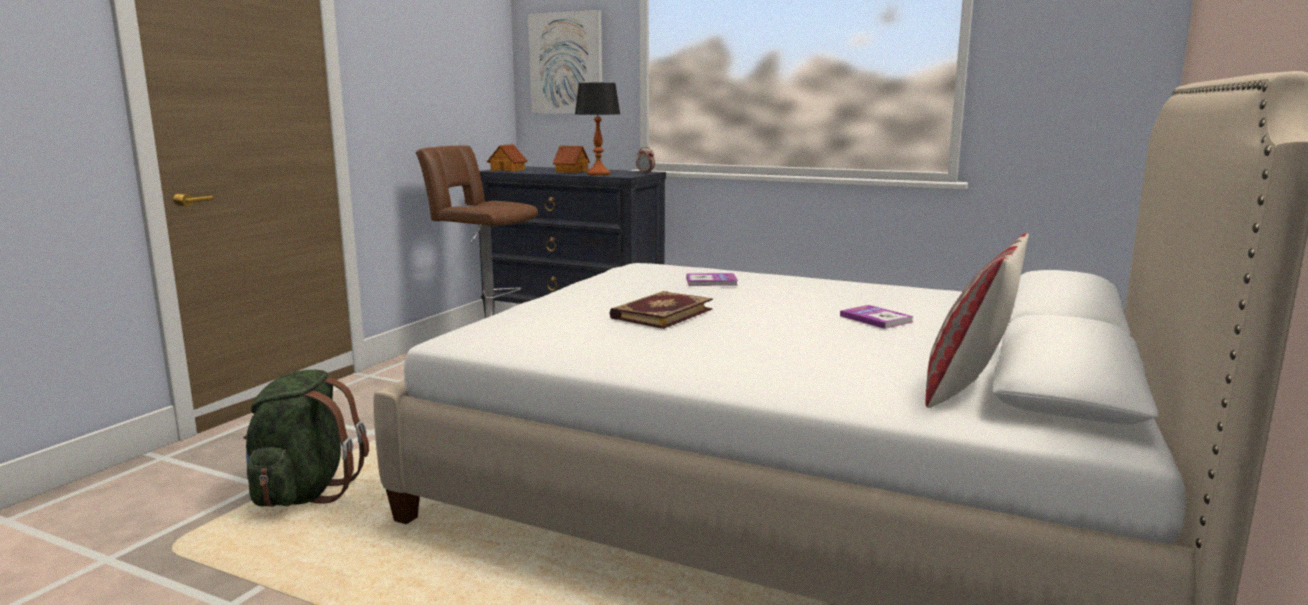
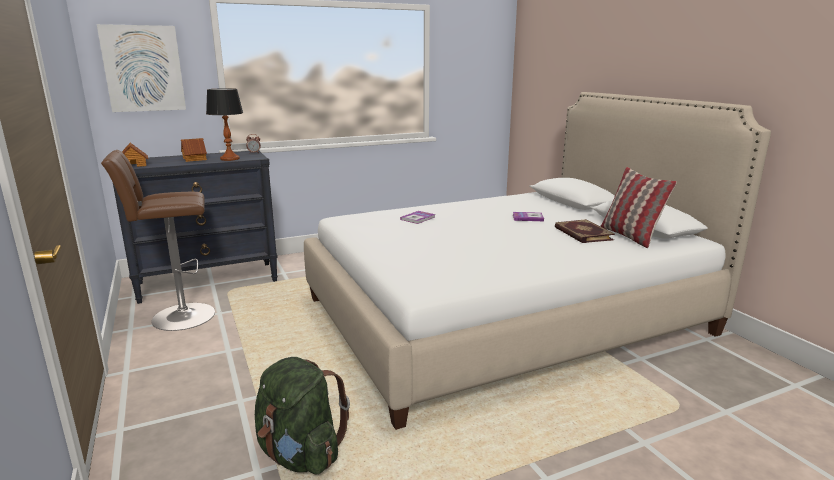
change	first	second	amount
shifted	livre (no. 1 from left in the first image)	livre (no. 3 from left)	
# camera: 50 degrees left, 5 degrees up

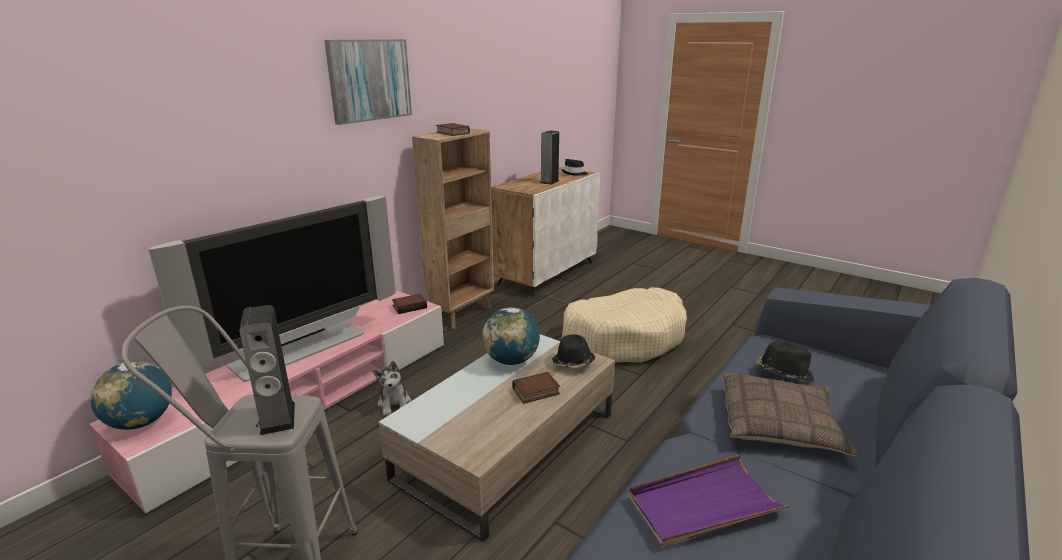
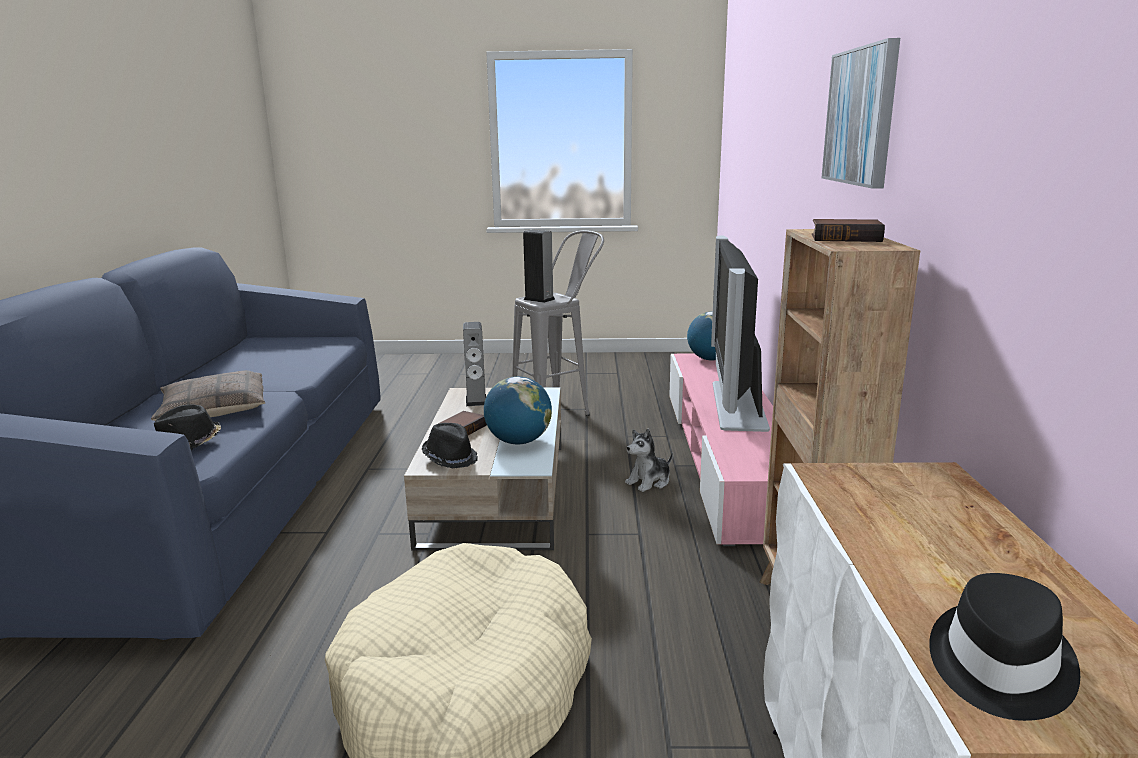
change	first	second	amount
shifted	enceinte (no. 2 from left in the first image)	enceinte (no. 1 from left)	
gone	livre (no. 1 from left)		
rotated	peluche		75 degrees counterclockwise
gone	plateau/violet		
# camera: 145 degrees right, 5 degrees down

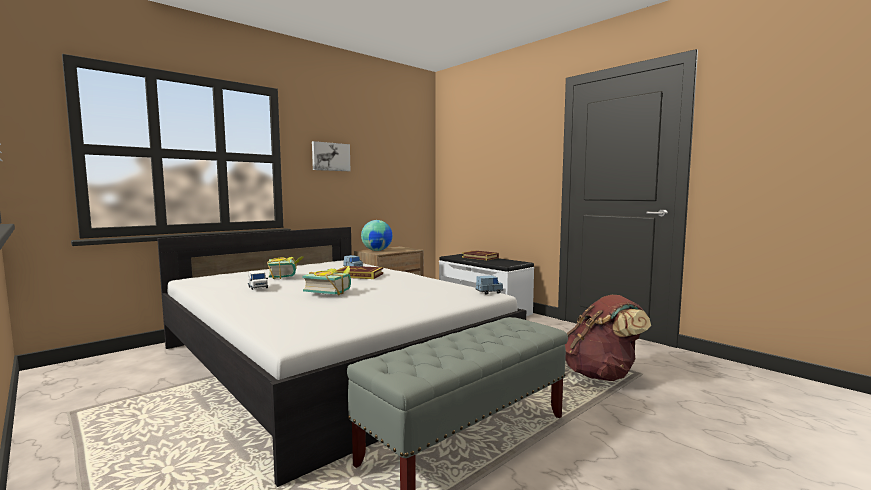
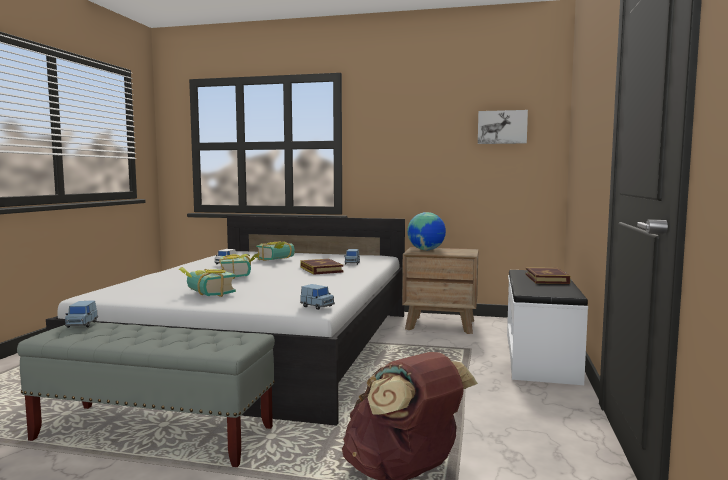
change	first	second	amount
shifted	tableau		
new		livre (no. 1 from left)	
new		petite voiture/bleu (no. 1 from left)	
# camera: 55 degrees right, 0 degrees up

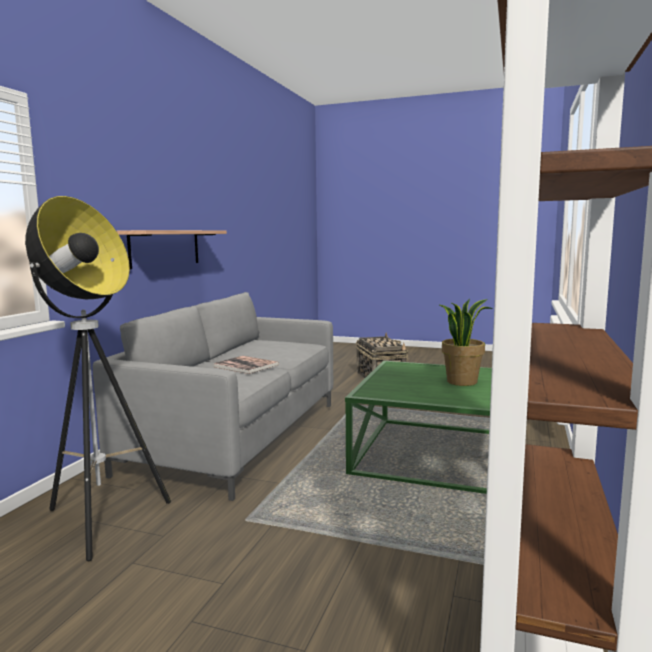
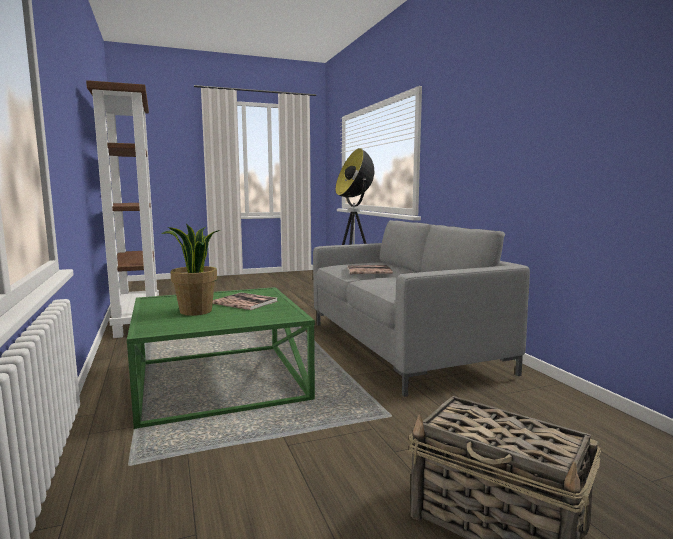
change	first	second	amount
gone	étagère		
new		livre (no. 1 from left)	
# camera: 140 degrees right, 0 degrees up

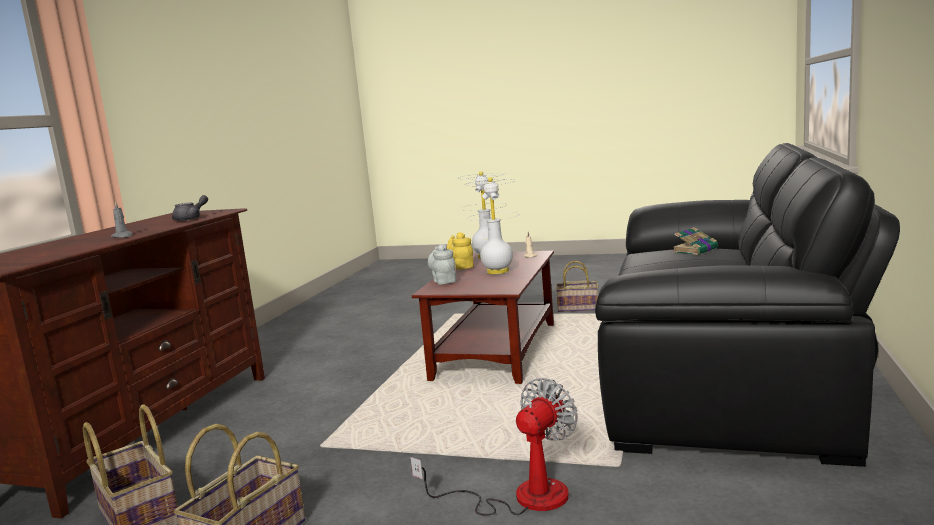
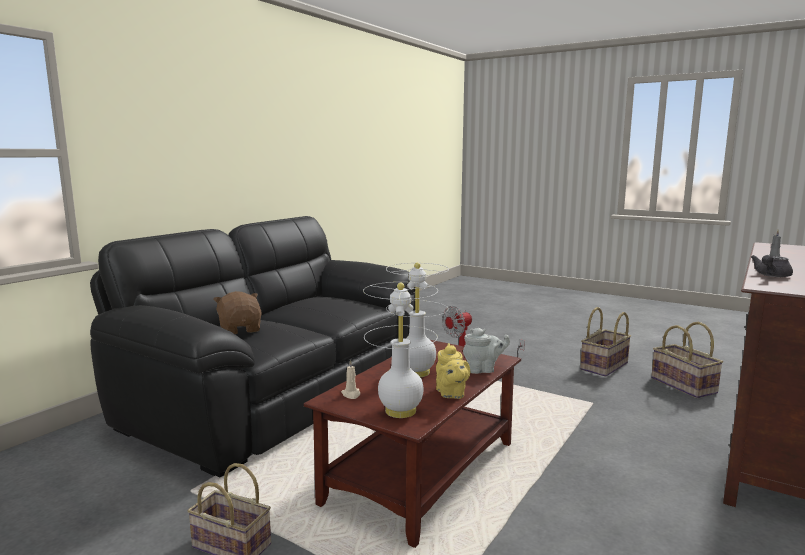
change	first	second	amount
swapped	livre	peluche/marron	
rotated	théière/gris (no. 2 from left in the first image)	théière/gris (no. 1 from left)	90 degrees counterclockwise
# camera: 165 degrees left, 0 degrees up

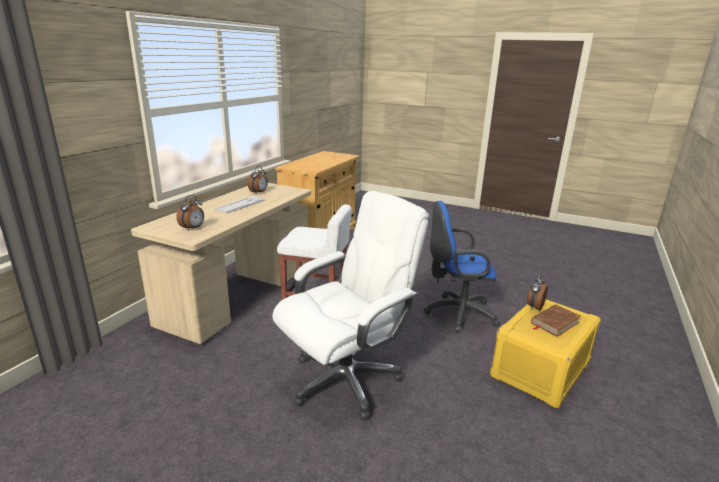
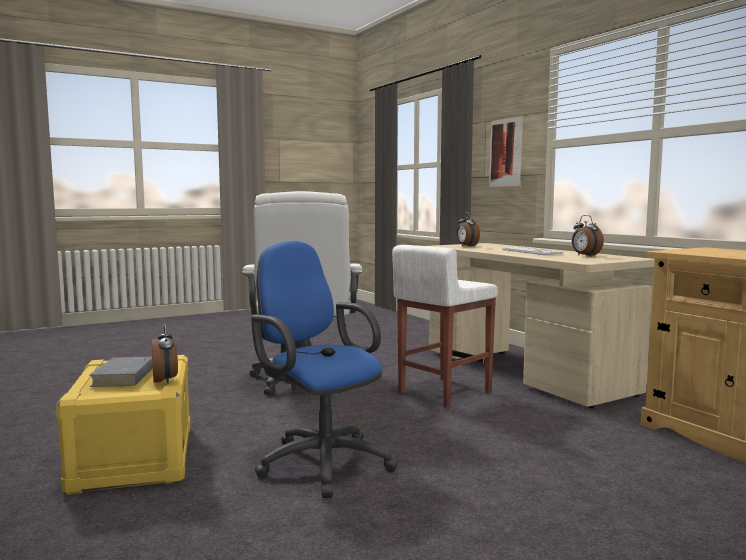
change	first	second	amount
rotated	chaise de bureau/bleu		75 degrees counterclockwise
repainted	livre/marron	livre/gris	
new		tableau	
# camera: 125 degrees right, 15 degrees down

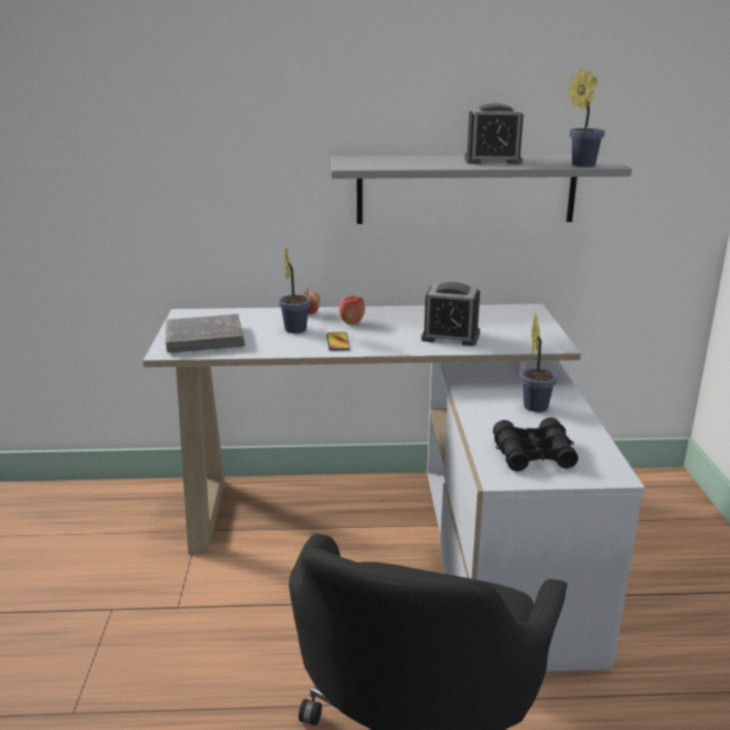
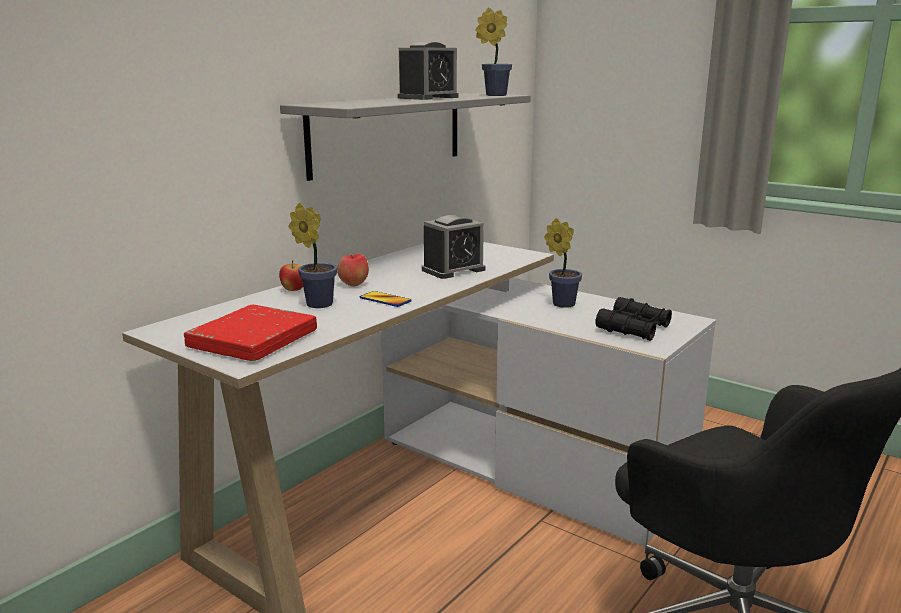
change	first	second	amount
repainted	livre/gris	livre/rouge	
# camera: 50 degrees left, 5 degrees down

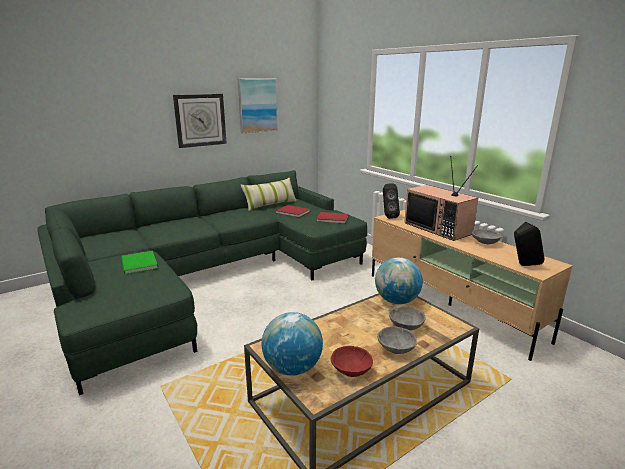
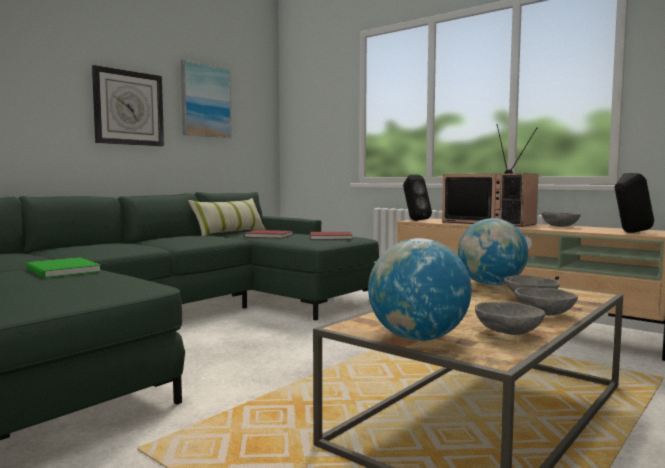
change	first	second	amount
repainted	bol/rouge	bol/gris (no. 1 from left)	
# camera: 15 degrees left, 15 degrees down

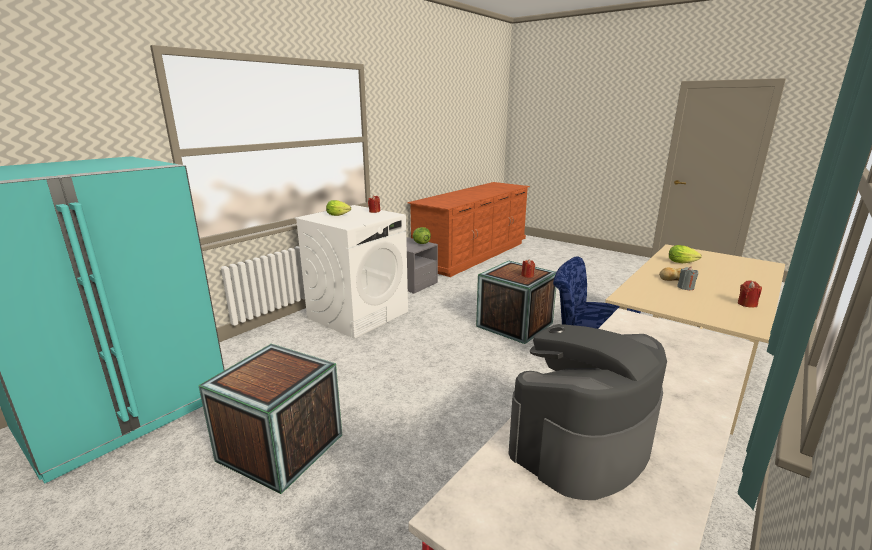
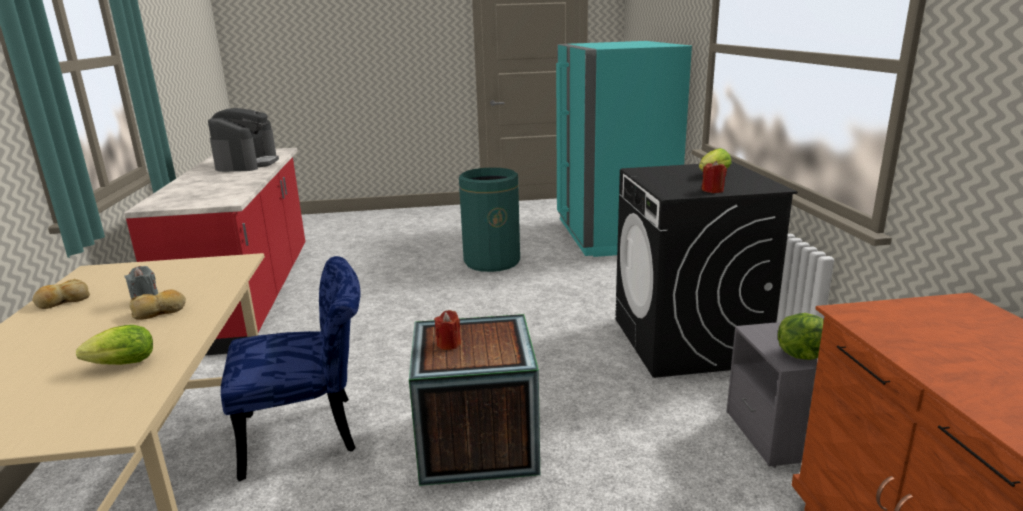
change	first	second	amount
repainted	lave-linge/blanc	lave-linge/noir	
swapped	bougie/rouge (no. 3 from left)	pain (no. 1 from left)	
swapped	caisse (no. 1 from left)	poubelle/vert	
# camera: 135 degrees right, 0 degrees up

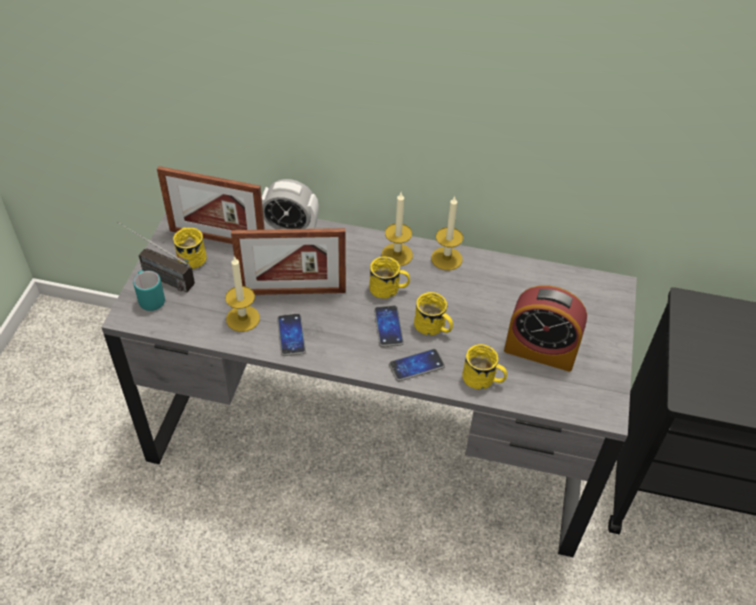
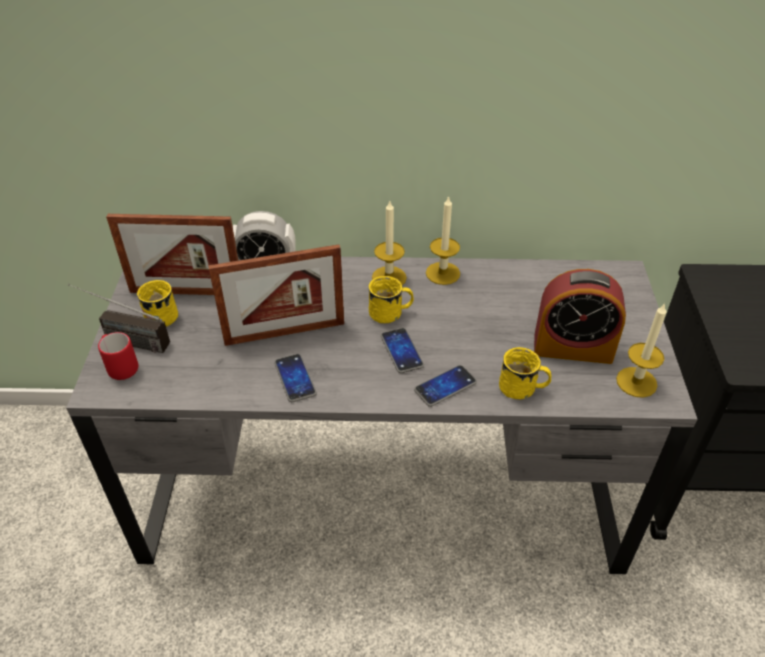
change	first	second	amount
shifted	bougie (no. 1 from left in the first image)	bougie (no. 3 from left)	
repainted	mug/turquoise	mug/rouge	
gone	mug/jaune (no. 3 from left)		
# camera: 10 degrees left, 5 degrees down

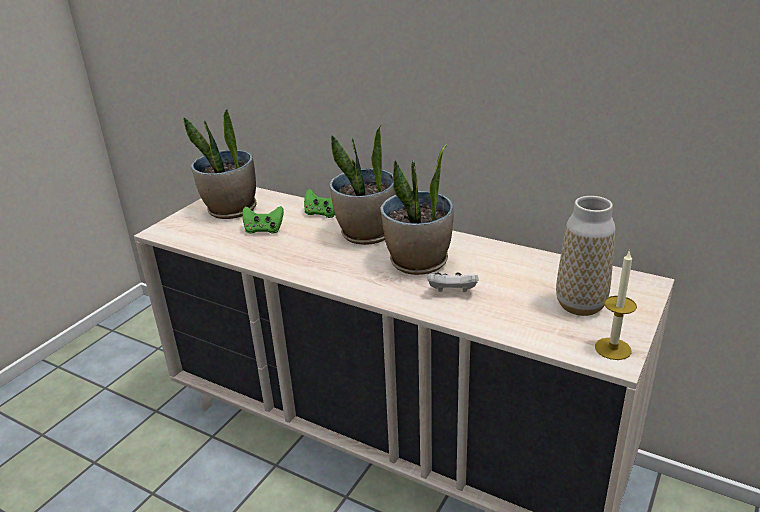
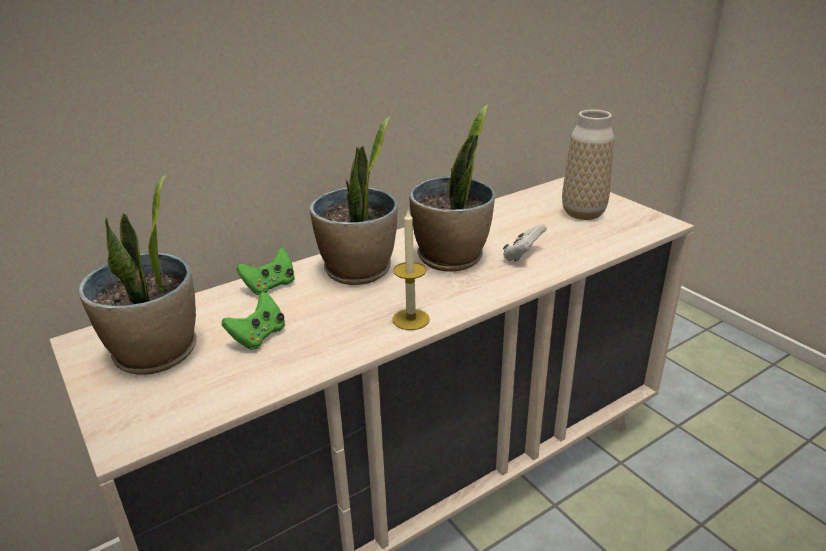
change	first	second	amount
shifted	bougie		
# camera: 65 degrees left, 0 degrees up

